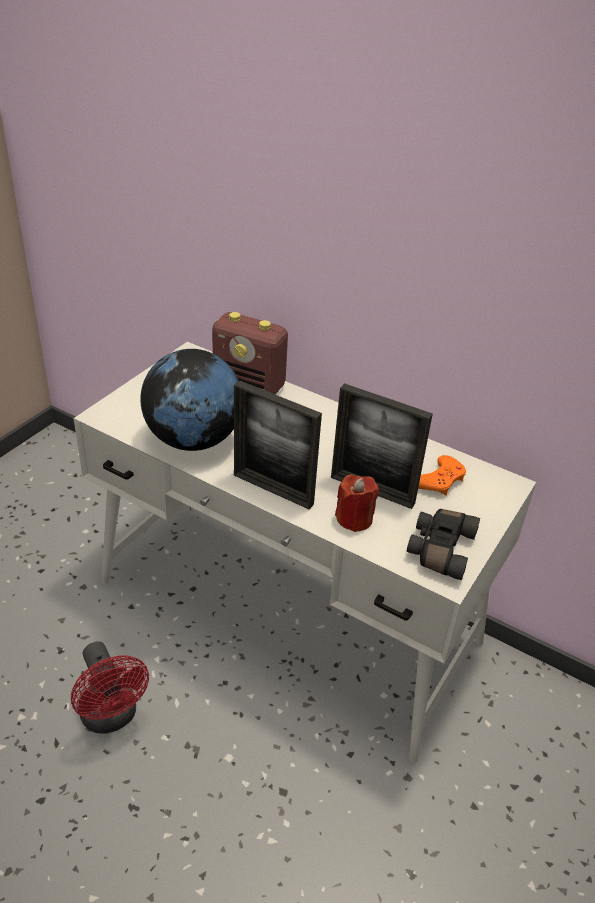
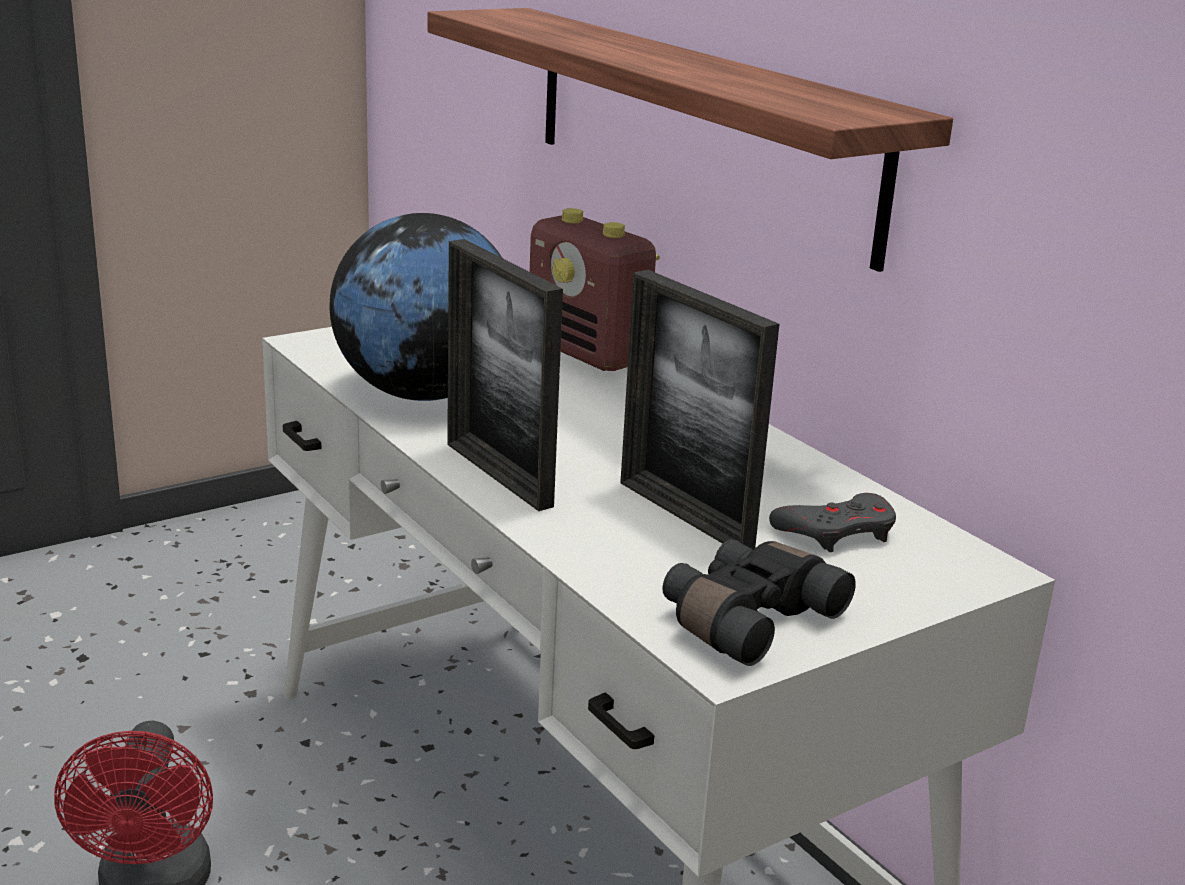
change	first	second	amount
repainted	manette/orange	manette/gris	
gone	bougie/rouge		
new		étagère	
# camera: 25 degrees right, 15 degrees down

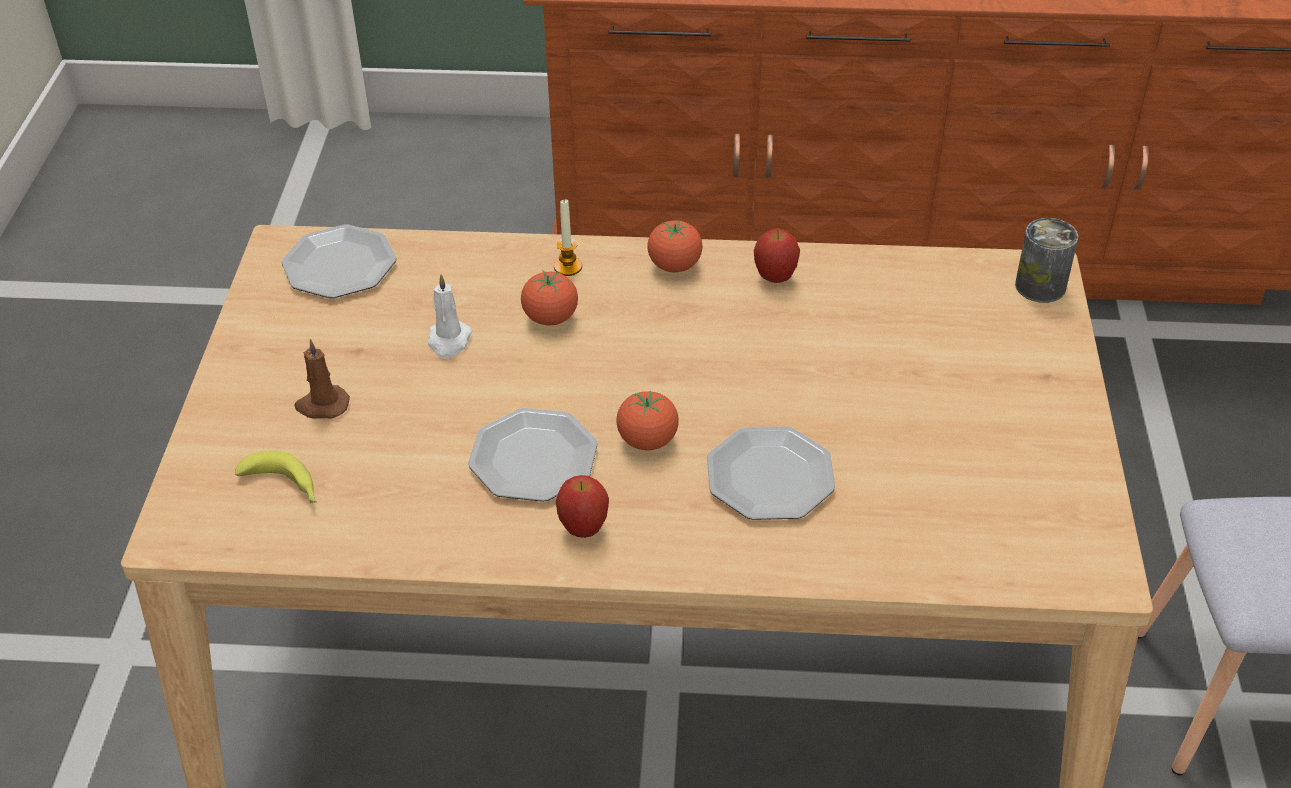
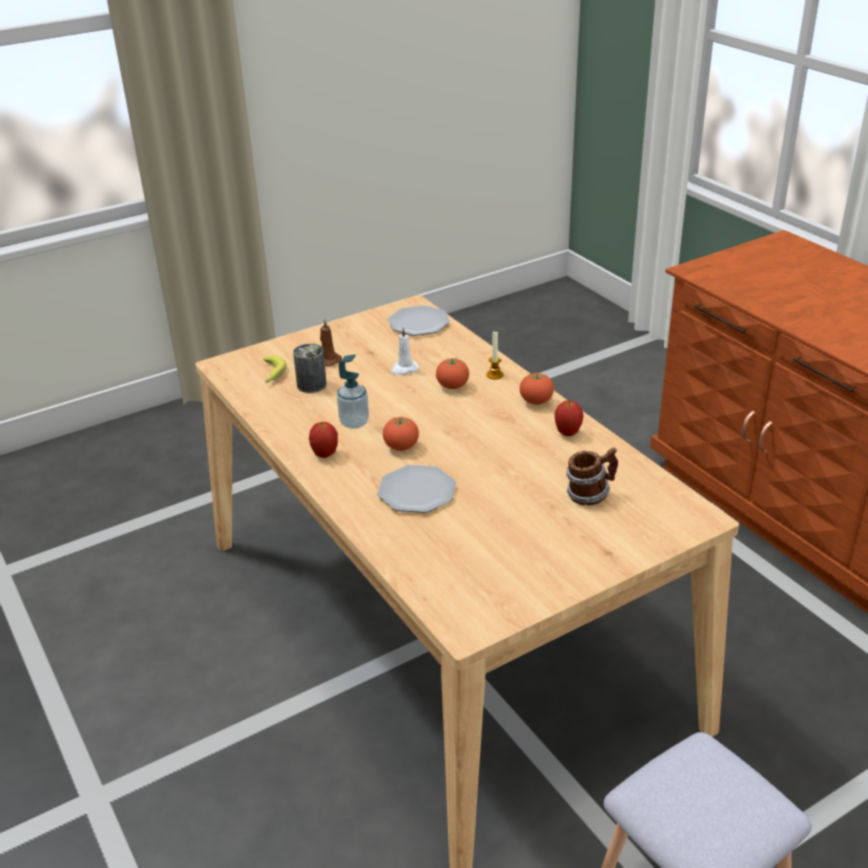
change	first	second	amount
shifted	boîte métallique		
swapped	assiette (no. 2 from left)	distributeur de savon	
new		mug	
# camera: 55 degrees right, 10 degrees down

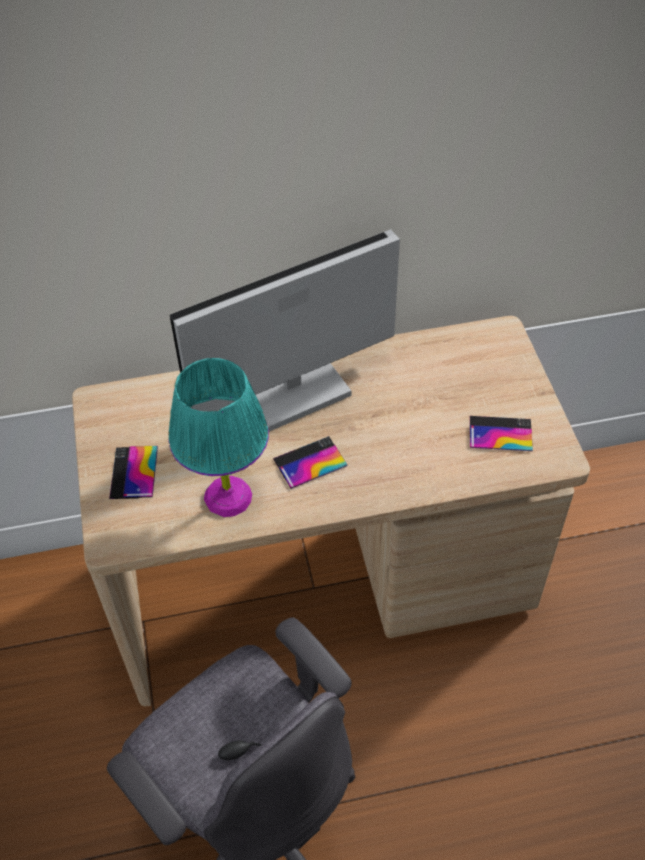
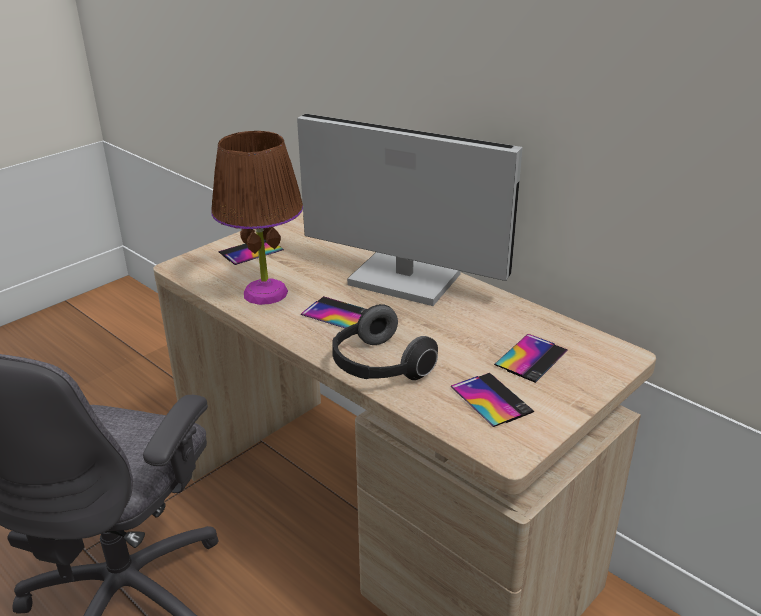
change	first	second	amount
repainted	lampe de table/turquoise	lampe de table/marron	
new		casque audio	
new		téléphone (no. 4 from left)	
# camera: 55 degrees right, 20 degrees down

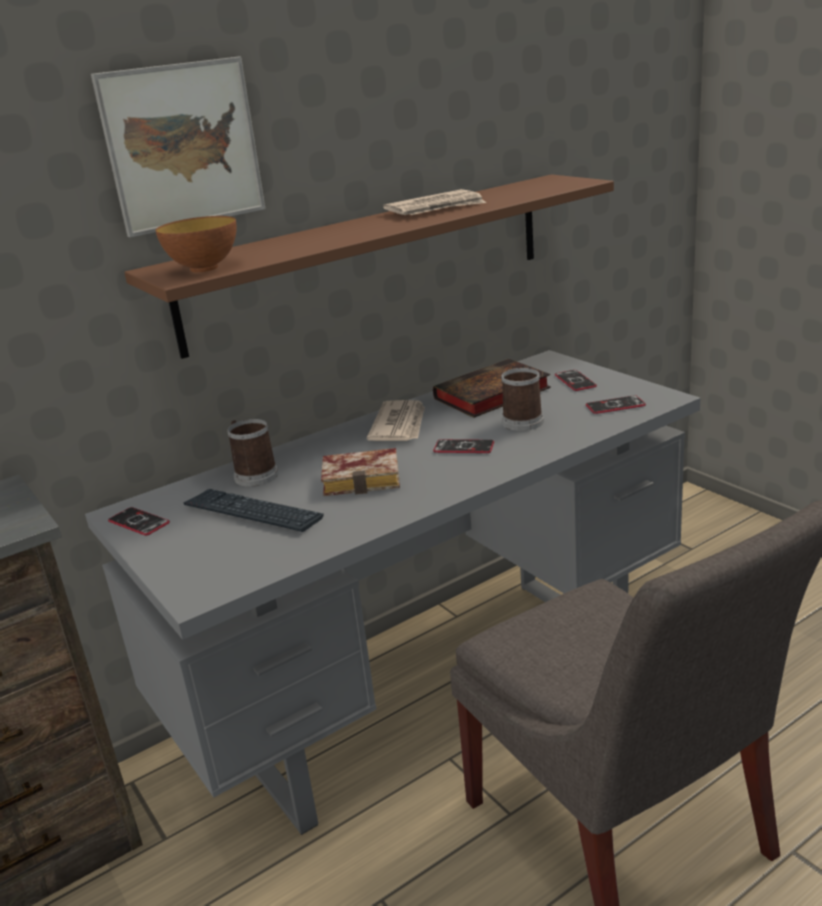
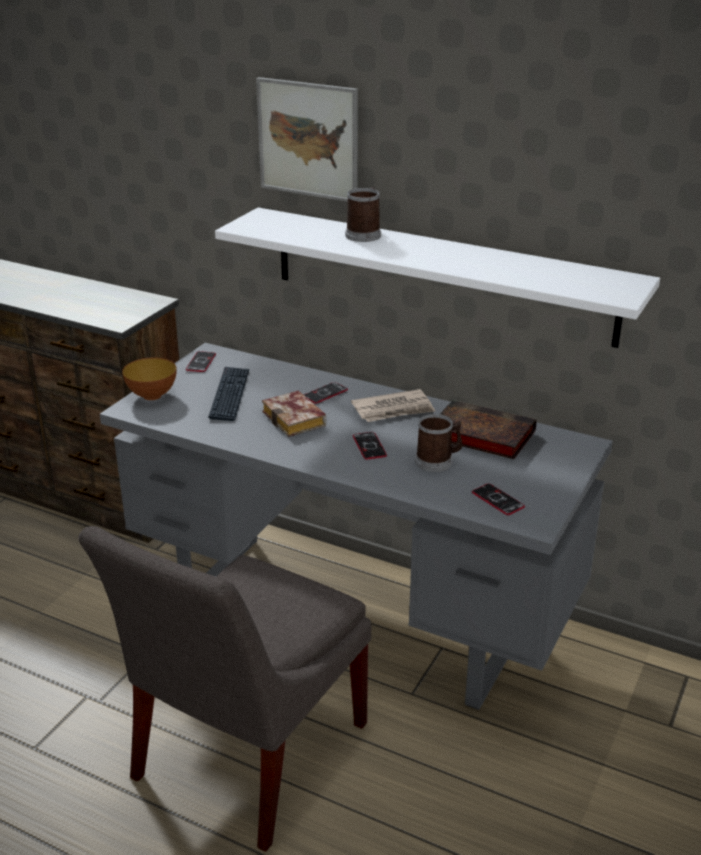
change	first	second	amount
repainted	étagère/marron	étagère/blanc	
gone	journal (no. 2 from left)		
shifted	bol		
shifted	téléphone (no. 3 from left in the first image)	téléphone (no. 2 from left)	
shifted	mug (no. 1 from left)		
# camera: 60 degrees right, 5 degrees up

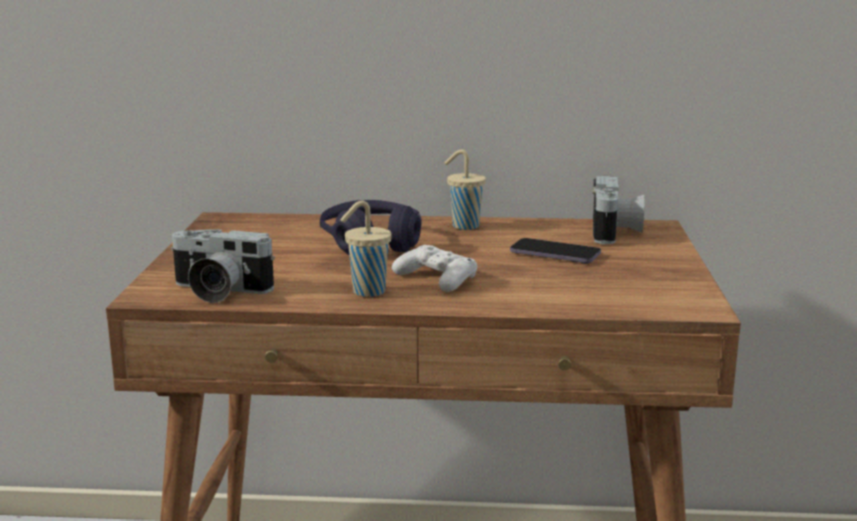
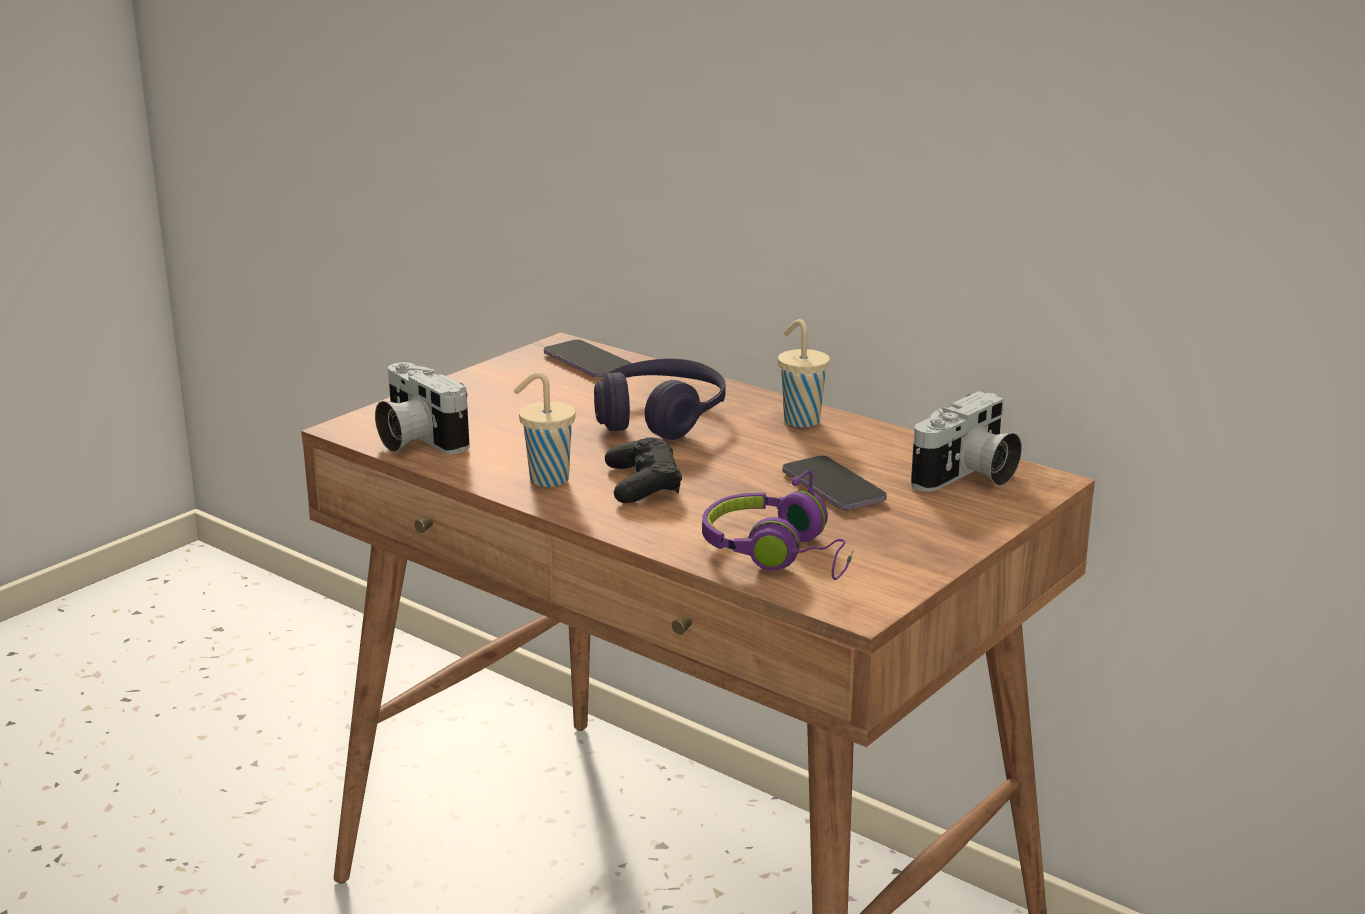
change	first	second	amount
repainted	manette/blanc	manette/noir	
new		téléphone (no. 1 from left)	
new		casque audio/violet (no. 2 from left)	
# camera: 35 degrees right, 5 degrees up

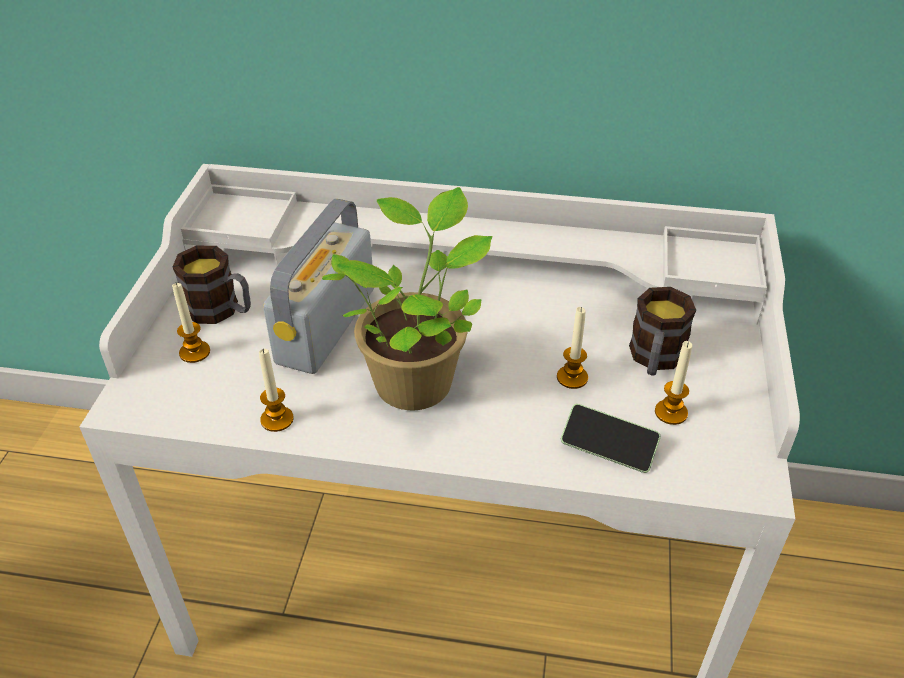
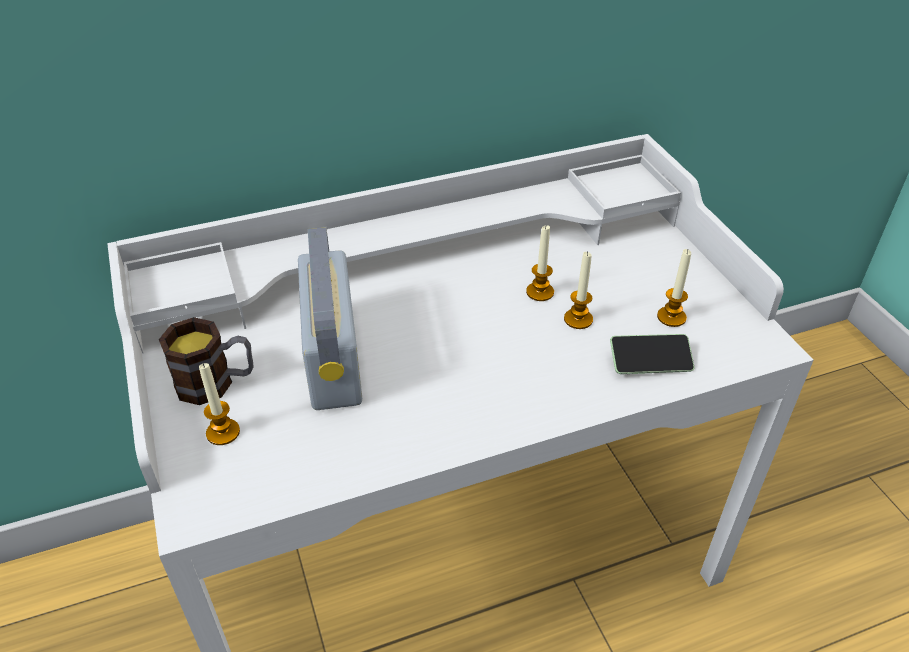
change	first	second	amount
gone	plante en pot		
gone	mug (no. 2 from left)		
shifted	bougie (no. 2 from left)		
# camera: 30 degrees left, 0 degrees up

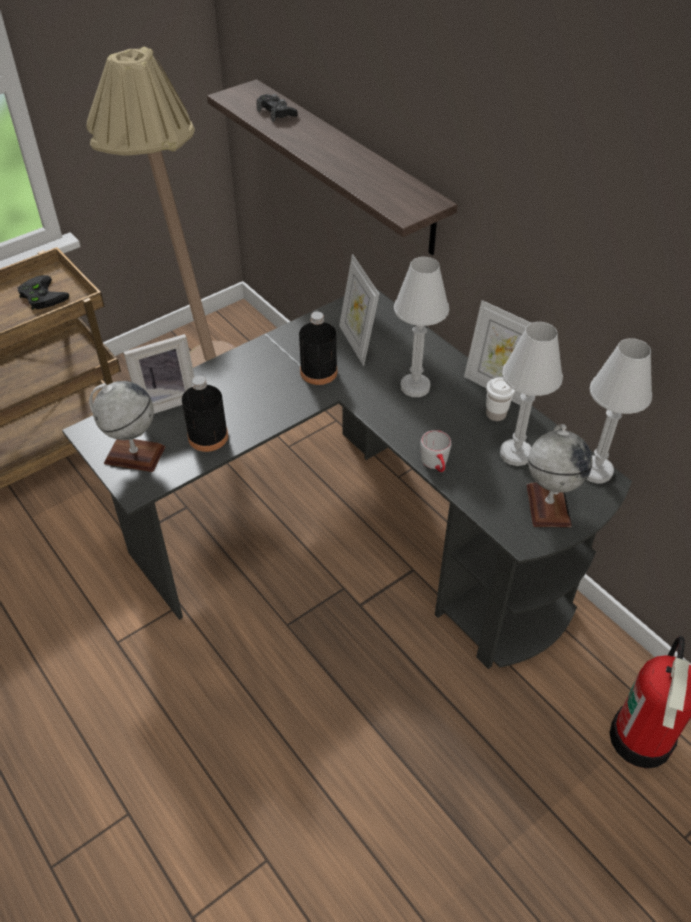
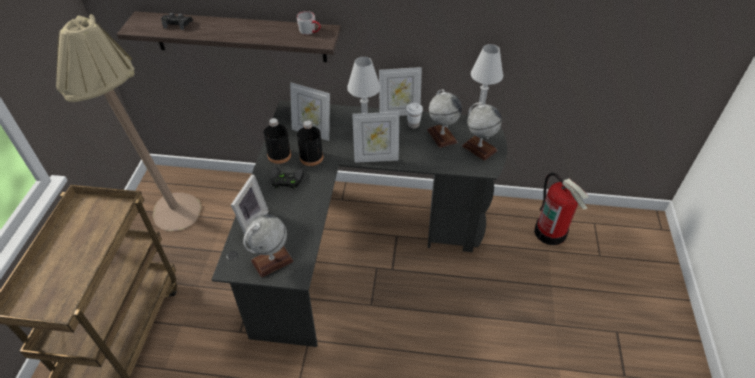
change	first	second	amount
shifted	manette/noir (no. 1 from left in the first image)	manette/noir (no. 2 from left)	
swapped	lampe de table/blanc (no. 2 from left)	globe (no. 2 from left)	
shifted	bouteille/noir (no. 1 from left)		
shifted	mug/gris		
new		cadre photo (no. 3 from left)	
# camera: 45 degrees left, 0 degrees up

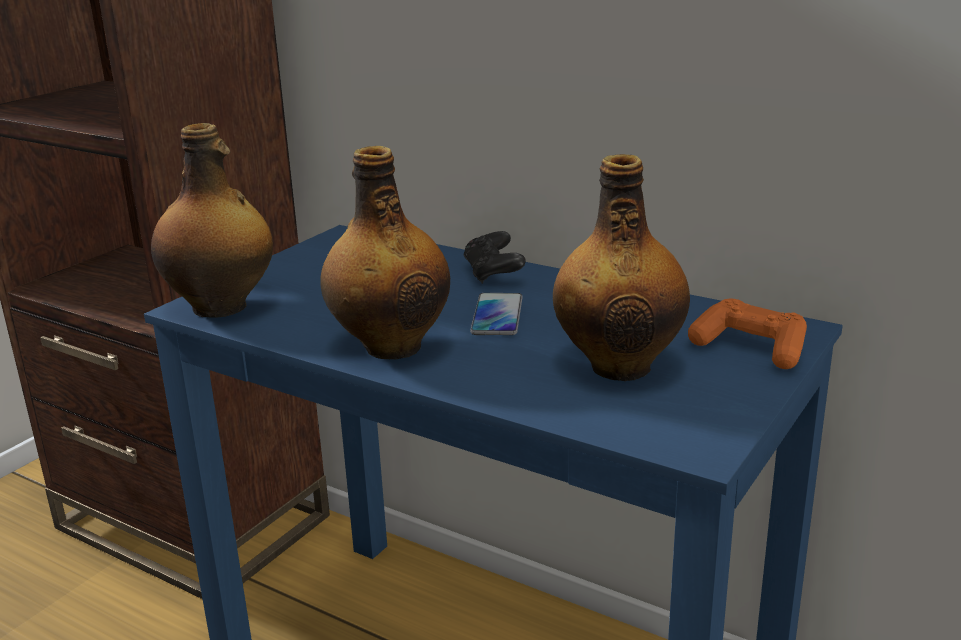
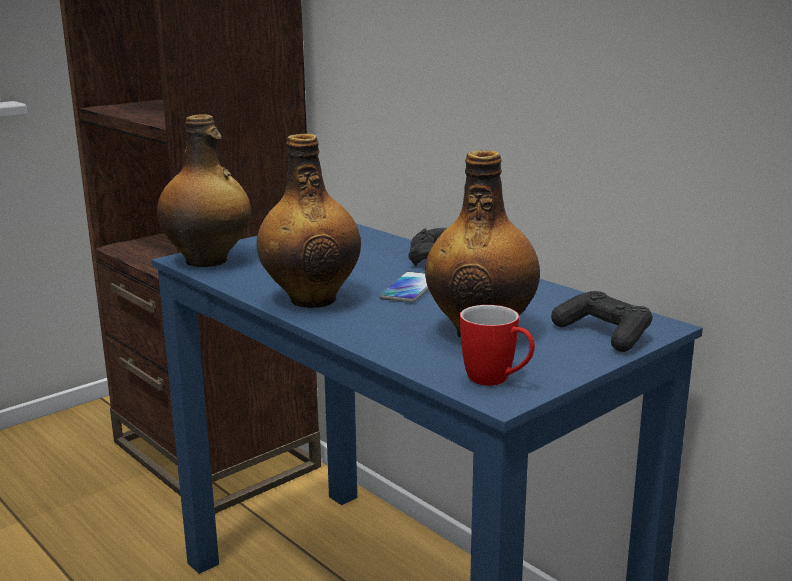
change	first	second	amount
repainted	manette/orange	manette/noir (no. 2 from left)	
new		mug	
# camera: 15 degrees right, 5 degrees down

